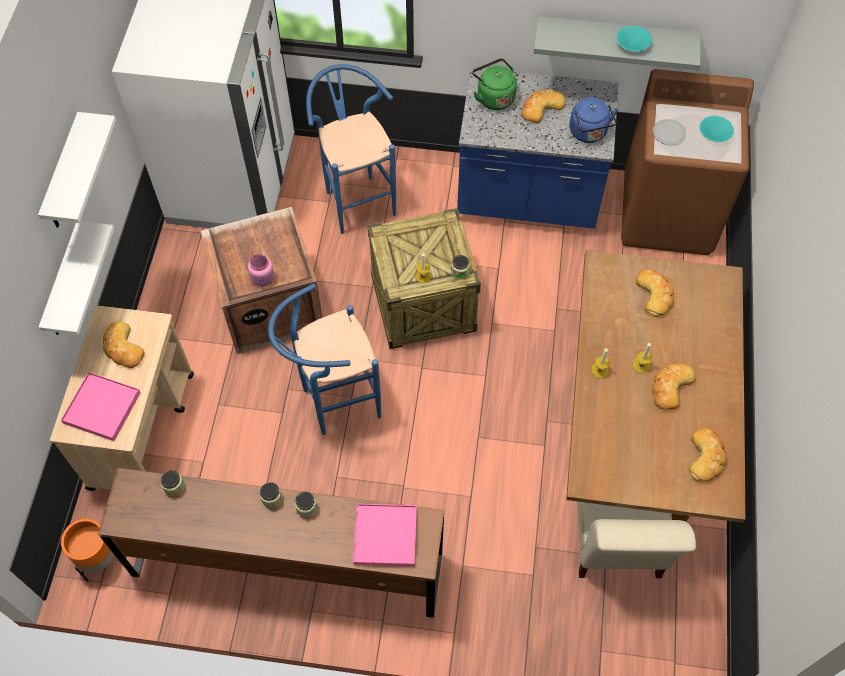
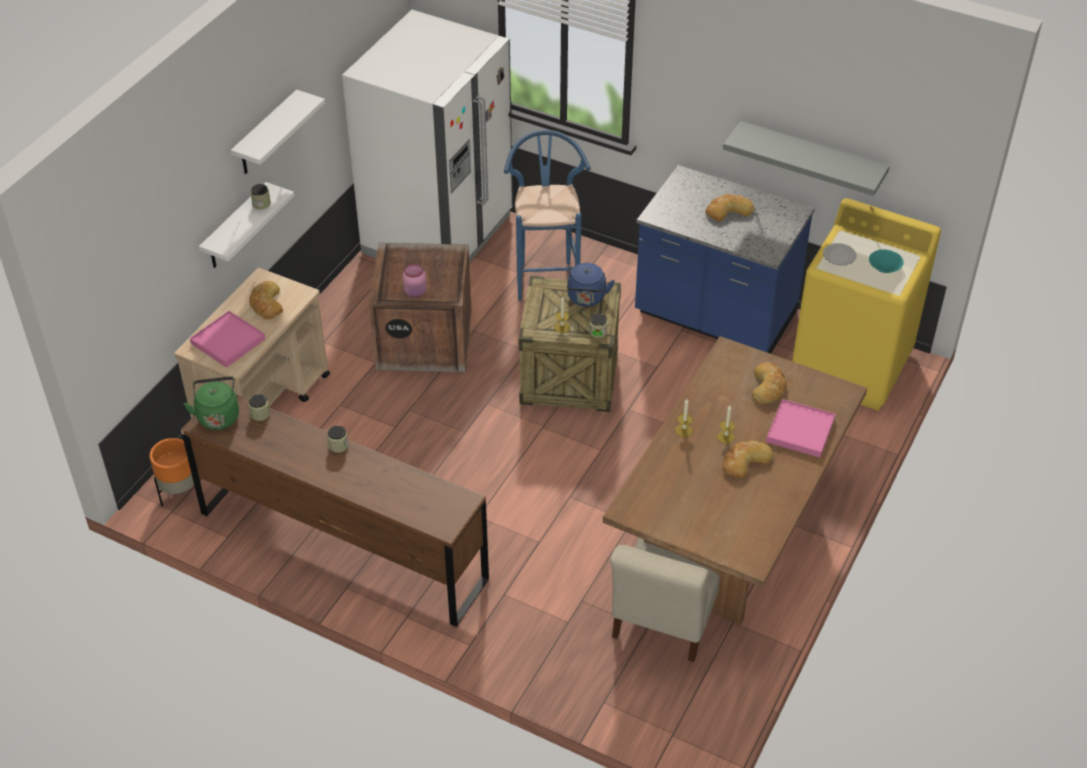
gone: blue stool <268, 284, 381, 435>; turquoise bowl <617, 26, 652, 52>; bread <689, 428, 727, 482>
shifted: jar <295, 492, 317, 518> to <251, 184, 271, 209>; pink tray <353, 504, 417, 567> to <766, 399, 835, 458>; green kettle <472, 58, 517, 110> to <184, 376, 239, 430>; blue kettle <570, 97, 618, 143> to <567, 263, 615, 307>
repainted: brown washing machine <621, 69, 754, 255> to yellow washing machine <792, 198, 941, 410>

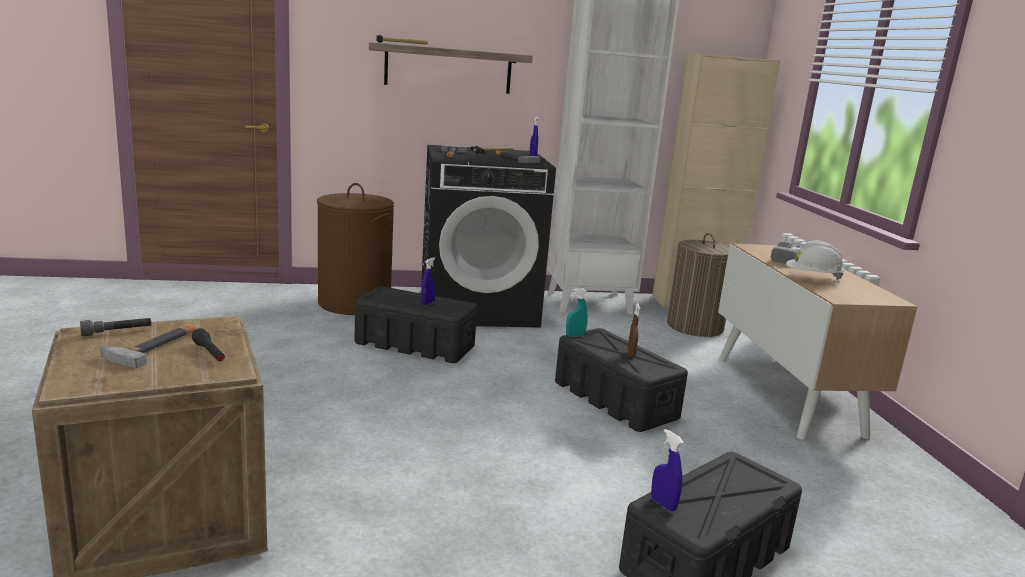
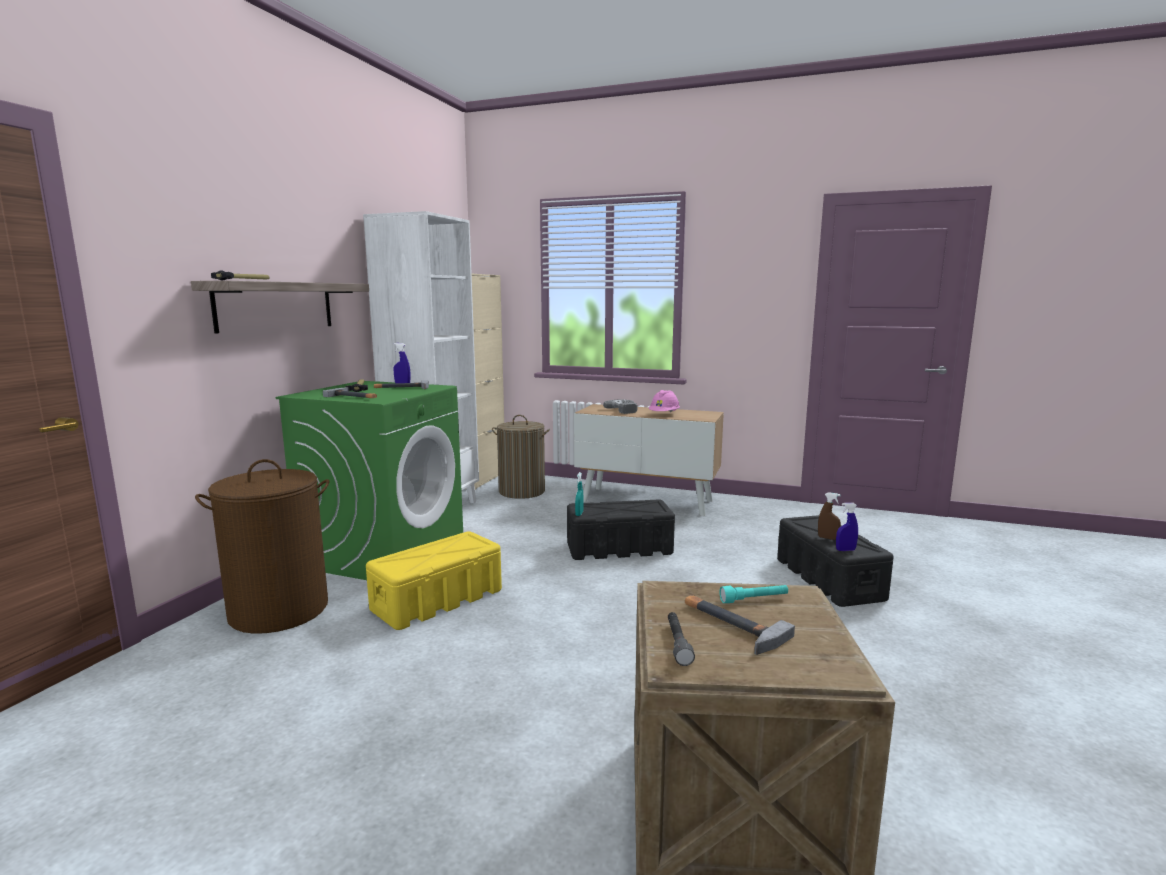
gone: blue spray bottle <421, 258, 436, 305>
shifted: brown spray bottle <628, 303, 640, 357> to <818, 492, 841, 540>
repainted: black flashlight <191, 328, 225, 361> to turquoise flashlight <720, 585, 788, 603>; black storage box <355, 286, 477, 363> to yellow storage box <366, 531, 502, 630>; black washing machine <421, 145, 556, 327> to green washing machine <276, 381, 463, 580>; white hard hat <786, 240, 845, 280> to pink hard hat <648, 390, 680, 412>

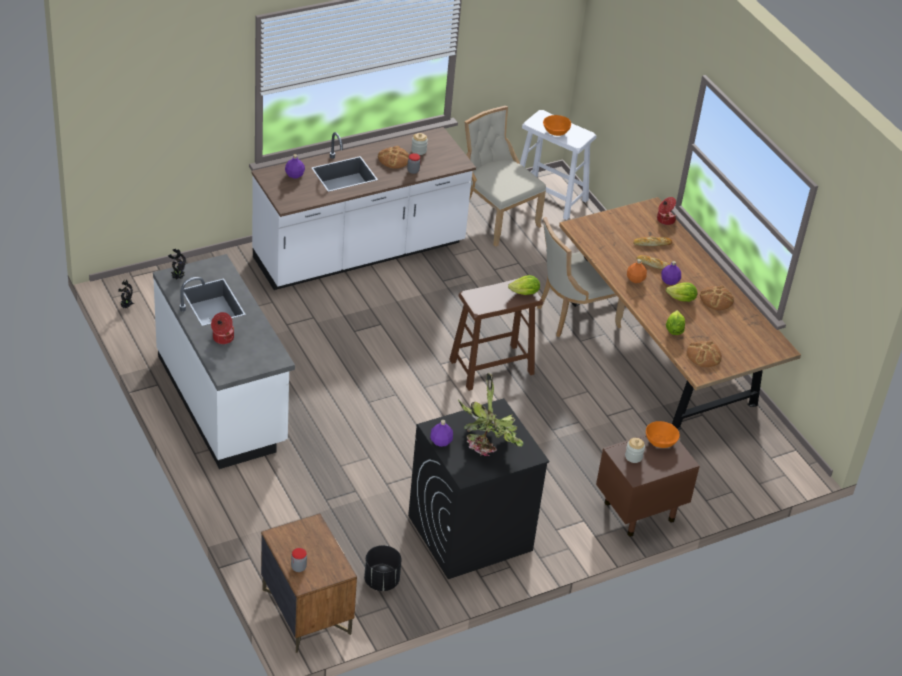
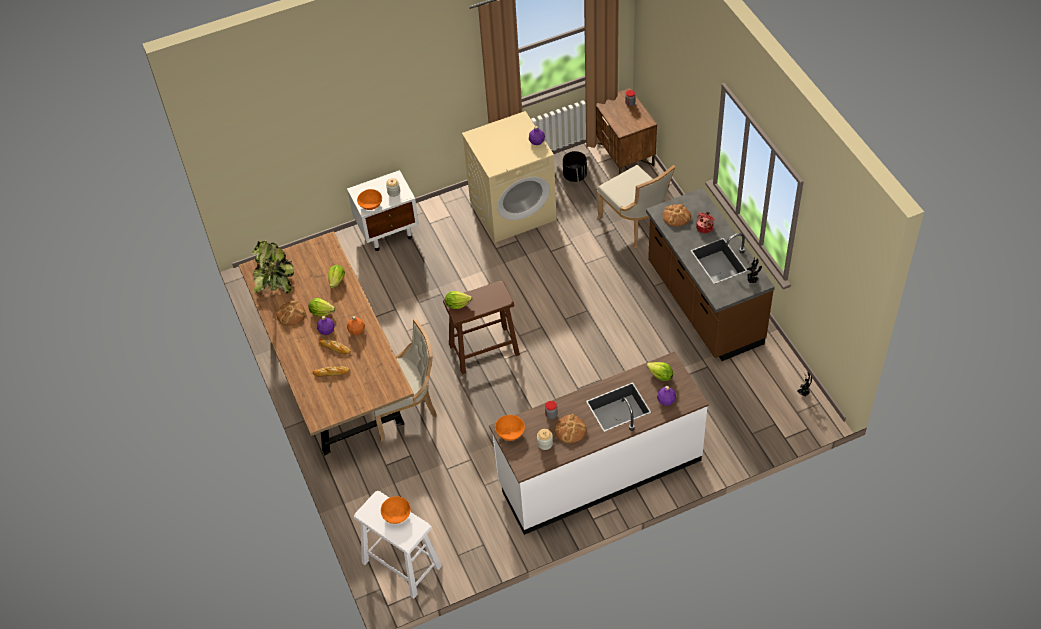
gone: cooking pot <657, 197, 676, 225>
new: orange bowl <495, 415, 525, 441>; lettuce <646, 362, 673, 381>
shifted: potted plant <458, 373, 524, 456> to <252, 240, 294, 294>; beige chair <465, 106, 546, 247> to <597, 165, 675, 248>; bread <687, 340, 722, 367> to <663, 204, 691, 226>
repainted: white counter <153, 254, 295, 469> to brown counter <646, 188, 775, 361>; black washing machine <408, 398, 549, 579> to beige washing machine <462, 111, 557, 243>; brown nightstand <596, 434, 700, 536> to white nightstand <347, 170, 419, 251>

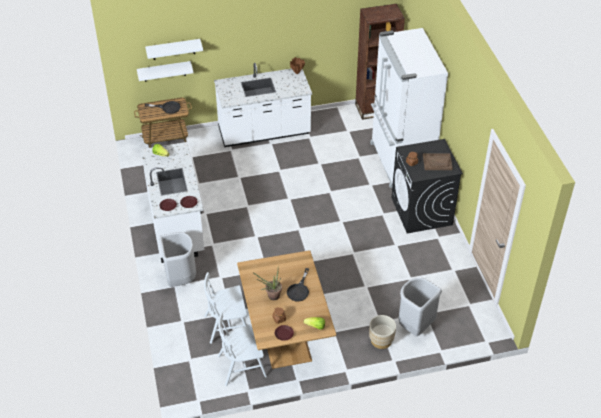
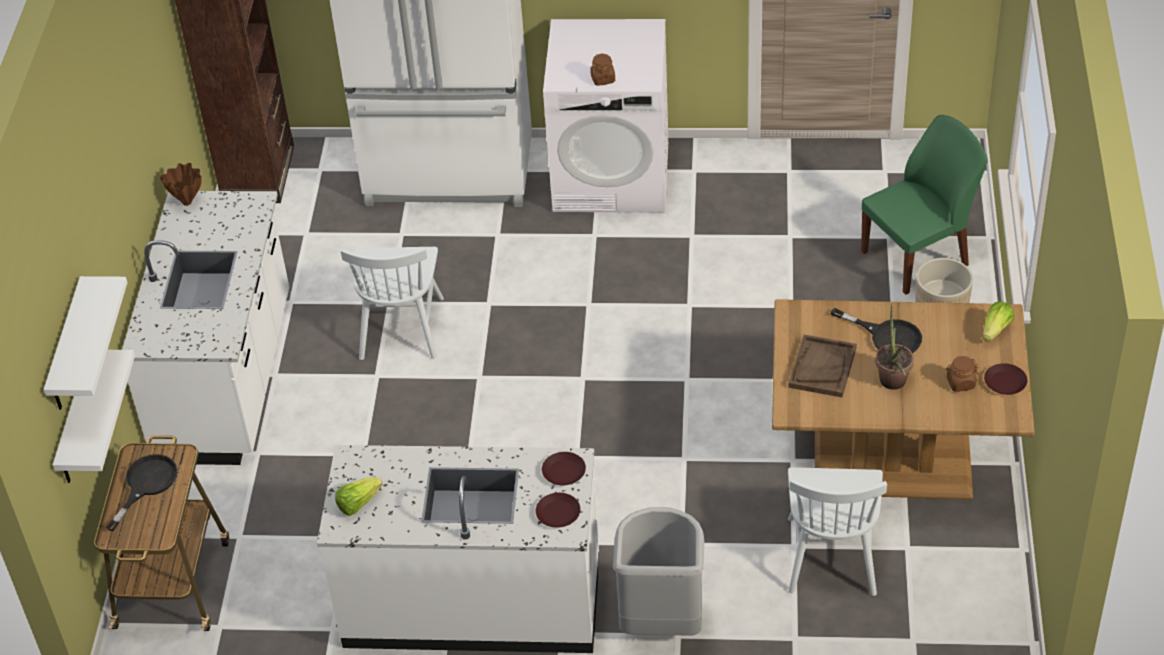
shifted: white chair <217, 313, 267, 386> to <341, 247, 444, 360>; brown tray <423, 153, 453, 170> to <788, 335, 857, 397>
swapped: grey trash can <399, 278, 442, 336> to green chair <861, 115, 988, 295>
repainted: black washing machine <391, 139, 463, 233> to white washing machine <543, 19, 668, 212>

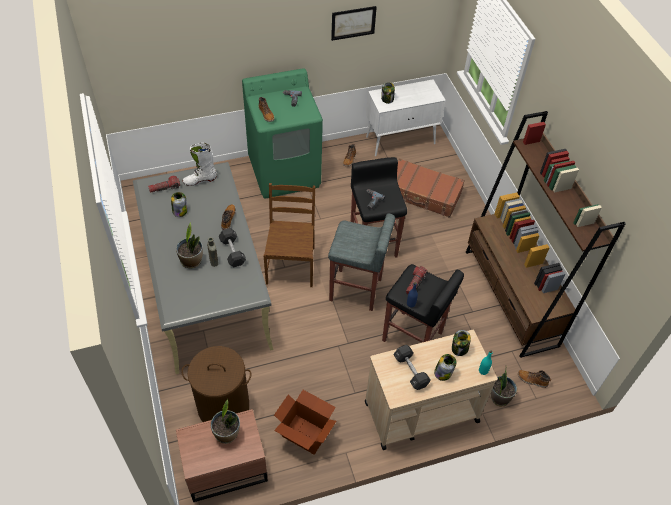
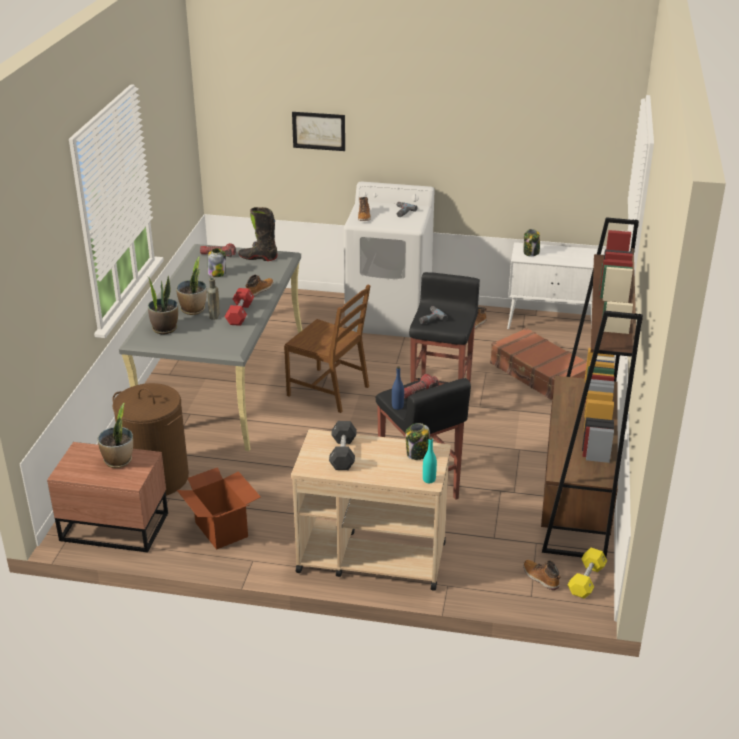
gone: grey stool <328, 214, 395, 311>; jar <434, 354, 457, 381>
new: yellow dumbbell <568, 548, 607, 599>
shifted: picture <331, 6, 377, 41> to <292, 112, 345, 151>; potted plant <490, 369, 517, 406> to <147, 276, 178, 335>
repainted: white boot <183, 143, 217, 186> to black boot <238, 207, 278, 261>; black dumbbell <219, 228, 246, 267> to red dumbbell <225, 288, 254, 326>; green washing machine <242, 68, 323, 199> to white washing machine <344, 181, 435, 337>
rotated: brown chair <264, 183, 315, 287> = <284, 285, 371, 413> 90 degrees clockwise

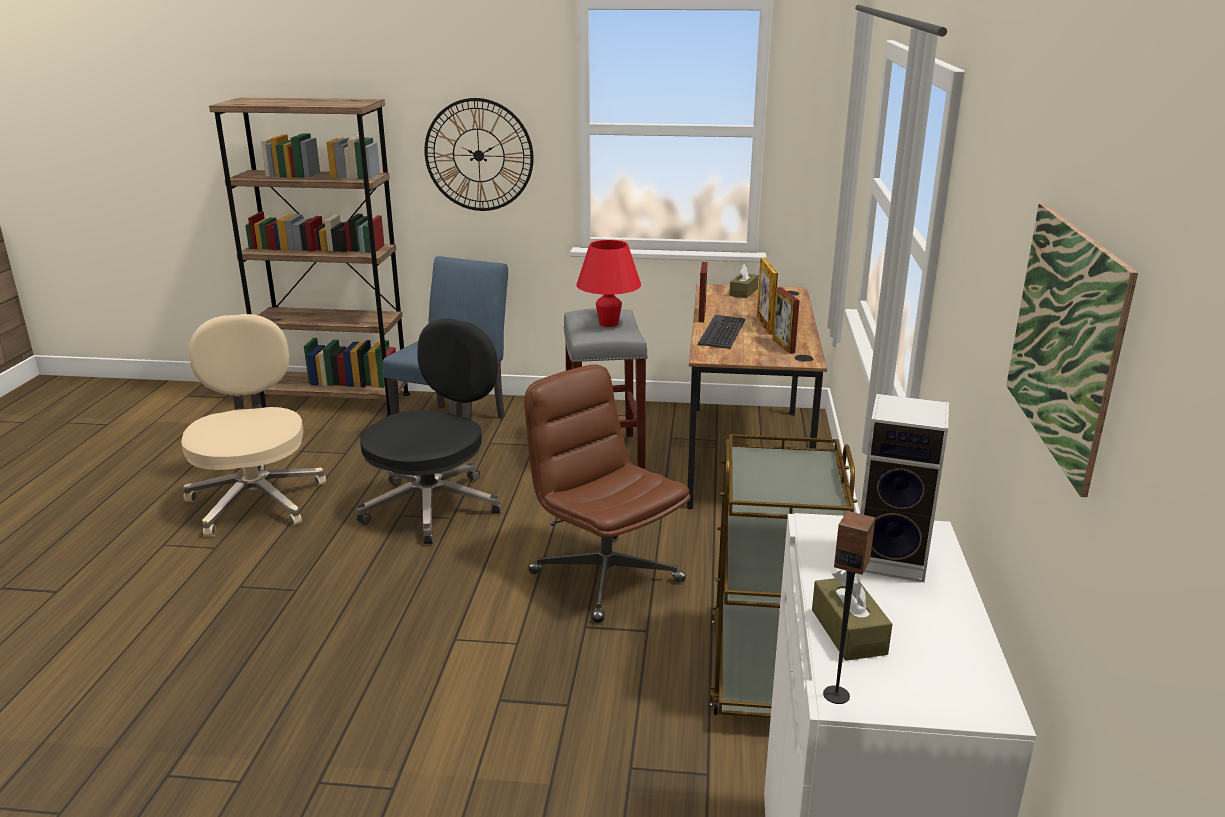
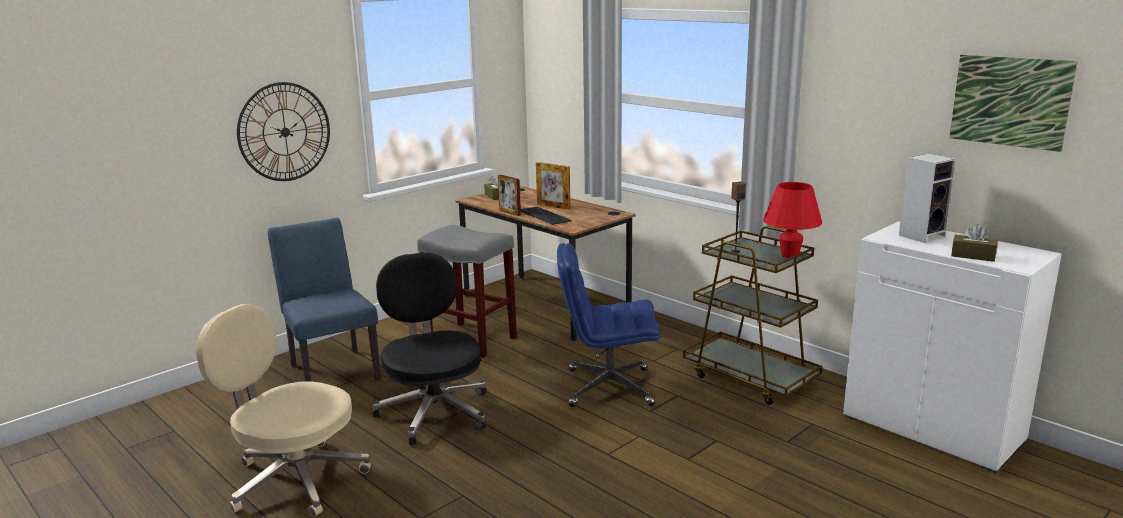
gone: brown bookcase <209, 97, 410, 417>; picture frame <772, 287, 800, 354>
shifted: red table lamp <576, 240, 641, 327> to <763, 182, 822, 258>; speaker <823, 511, 875, 704> to <731, 182, 746, 253>
repainted: brown office chair <524, 365, 690, 623> to blue office chair <557, 243, 660, 407>

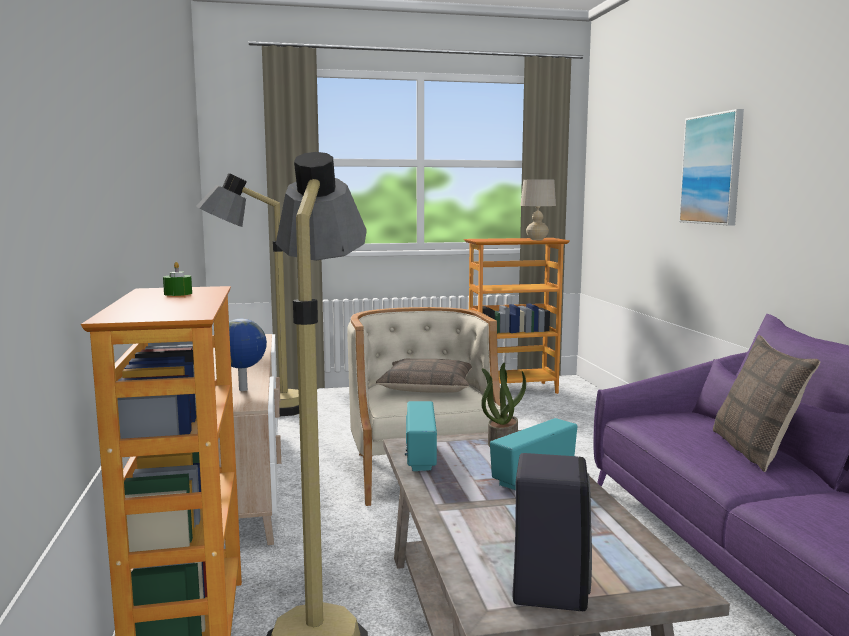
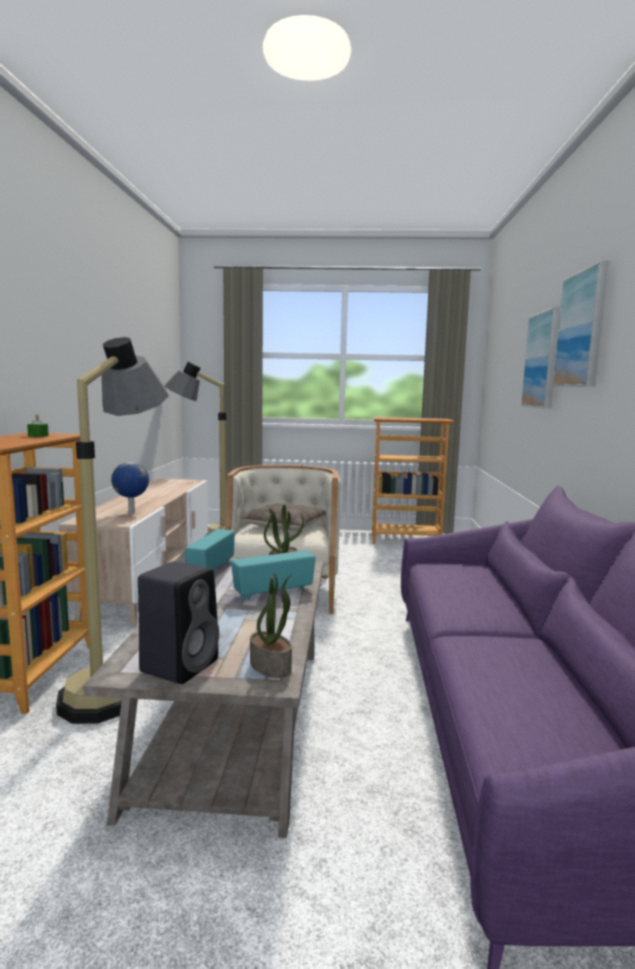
gone: beige table lamp <520, 179, 556, 240>; pillow <713, 335, 820, 472>
new: potted plant <250, 573, 292, 678>; picture <553, 261, 608, 387>

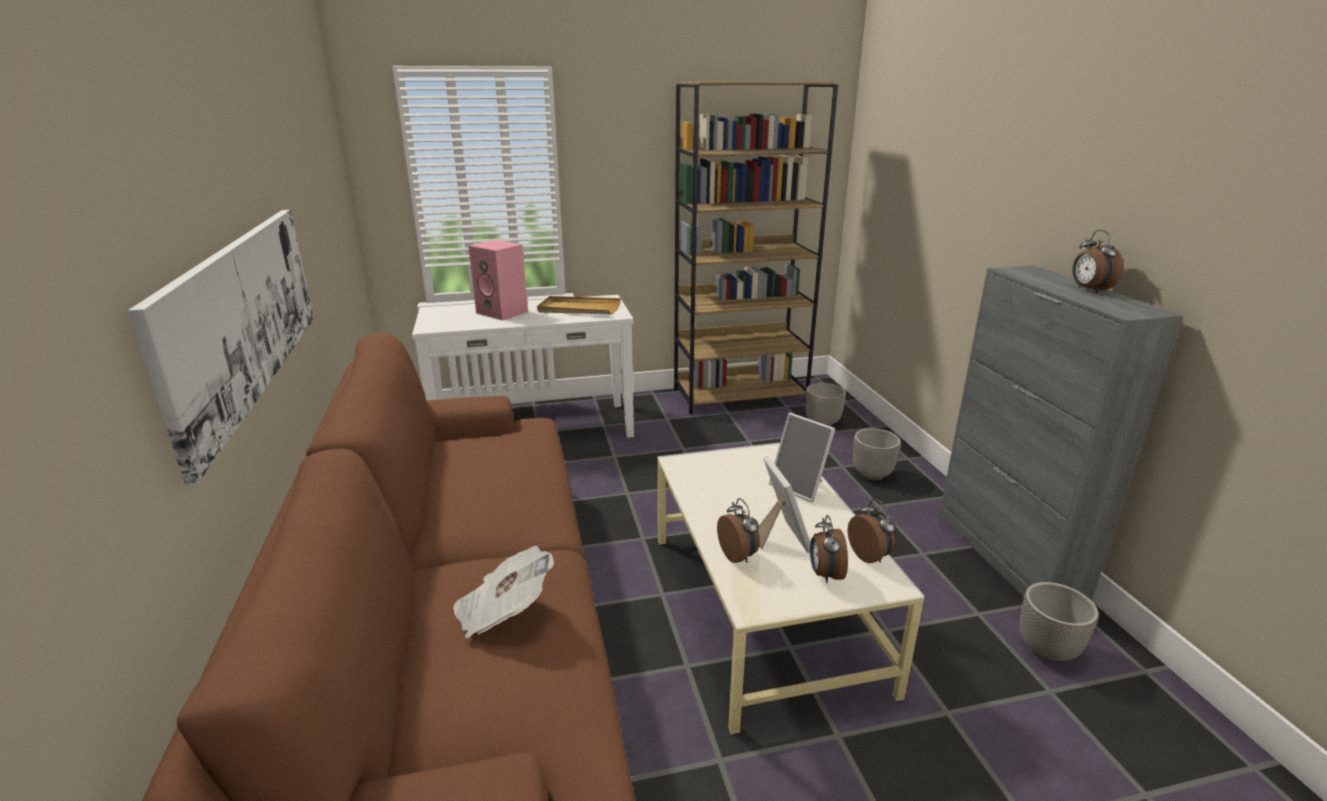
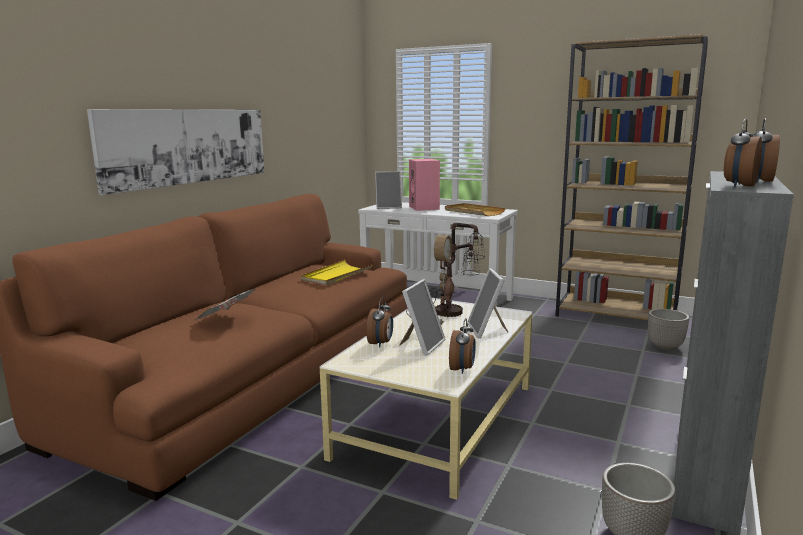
gone: planter <853, 428, 901, 480>
new: yellow tray <301, 260, 373, 286>; picture frame <375, 171, 402, 209>; table lamp <406, 222, 485, 325>
shifted: alarm clock <810, 515, 848, 583> to <724, 119, 762, 187>

